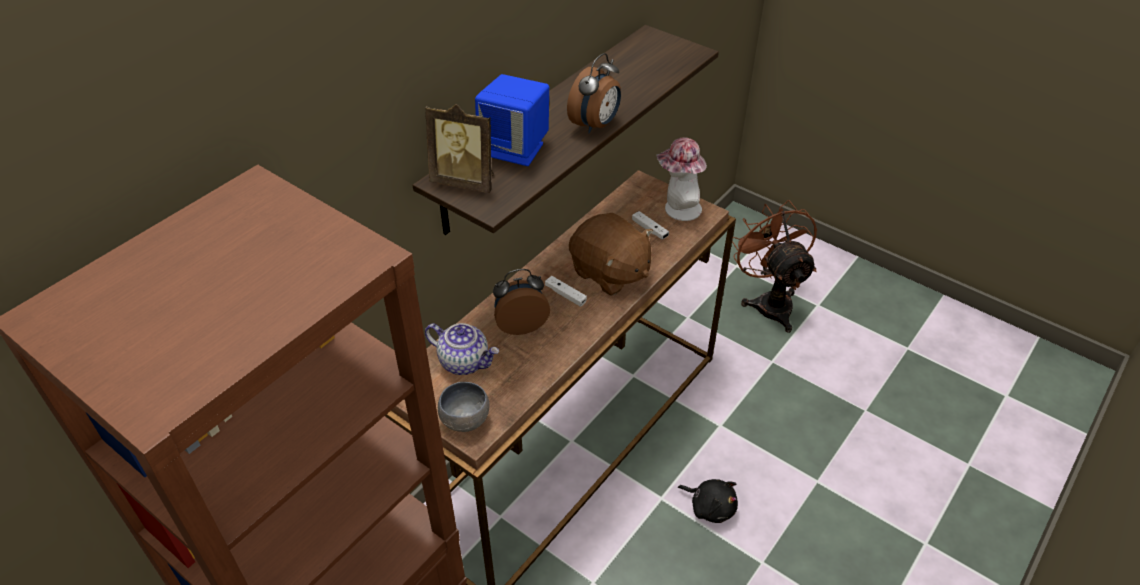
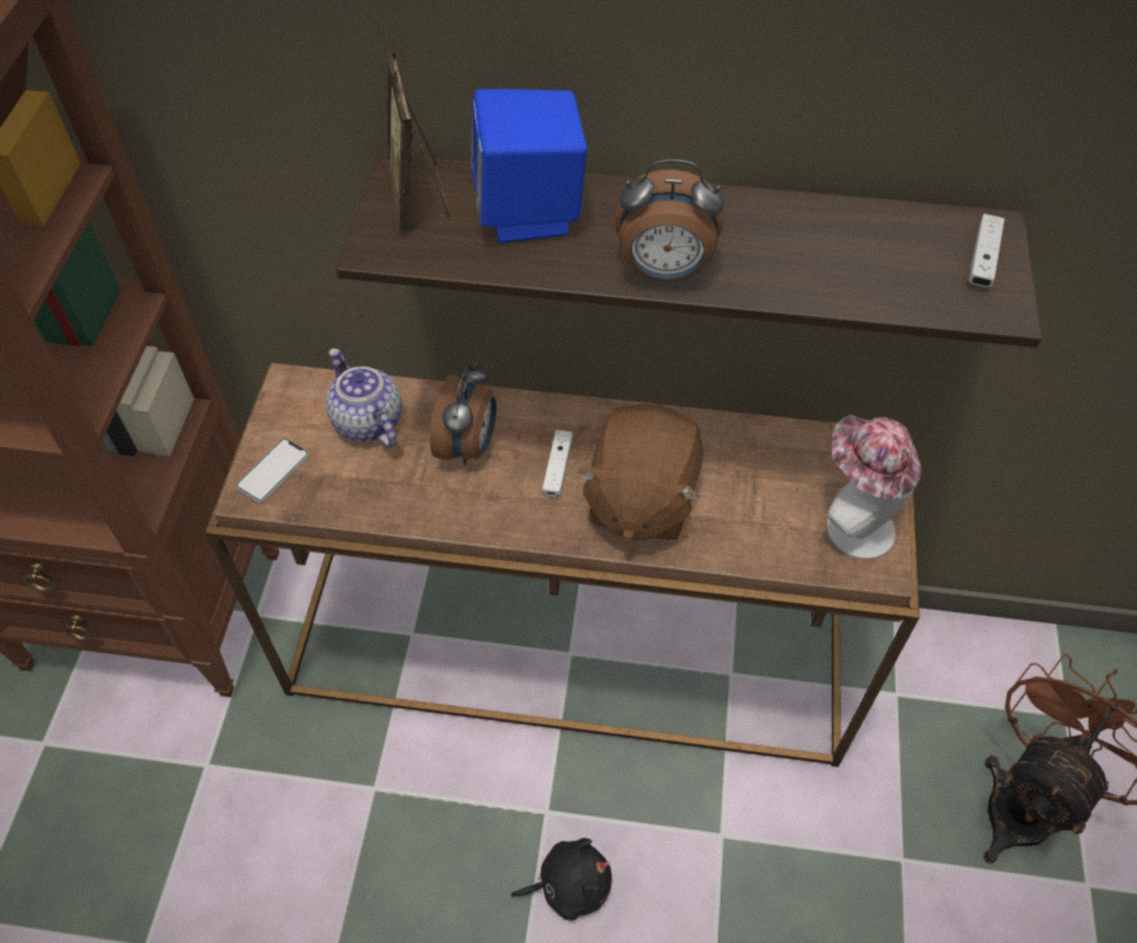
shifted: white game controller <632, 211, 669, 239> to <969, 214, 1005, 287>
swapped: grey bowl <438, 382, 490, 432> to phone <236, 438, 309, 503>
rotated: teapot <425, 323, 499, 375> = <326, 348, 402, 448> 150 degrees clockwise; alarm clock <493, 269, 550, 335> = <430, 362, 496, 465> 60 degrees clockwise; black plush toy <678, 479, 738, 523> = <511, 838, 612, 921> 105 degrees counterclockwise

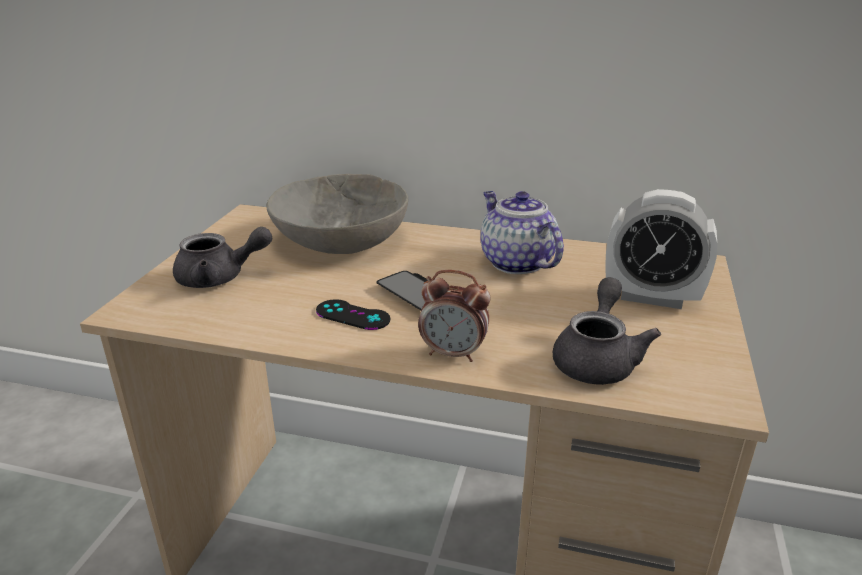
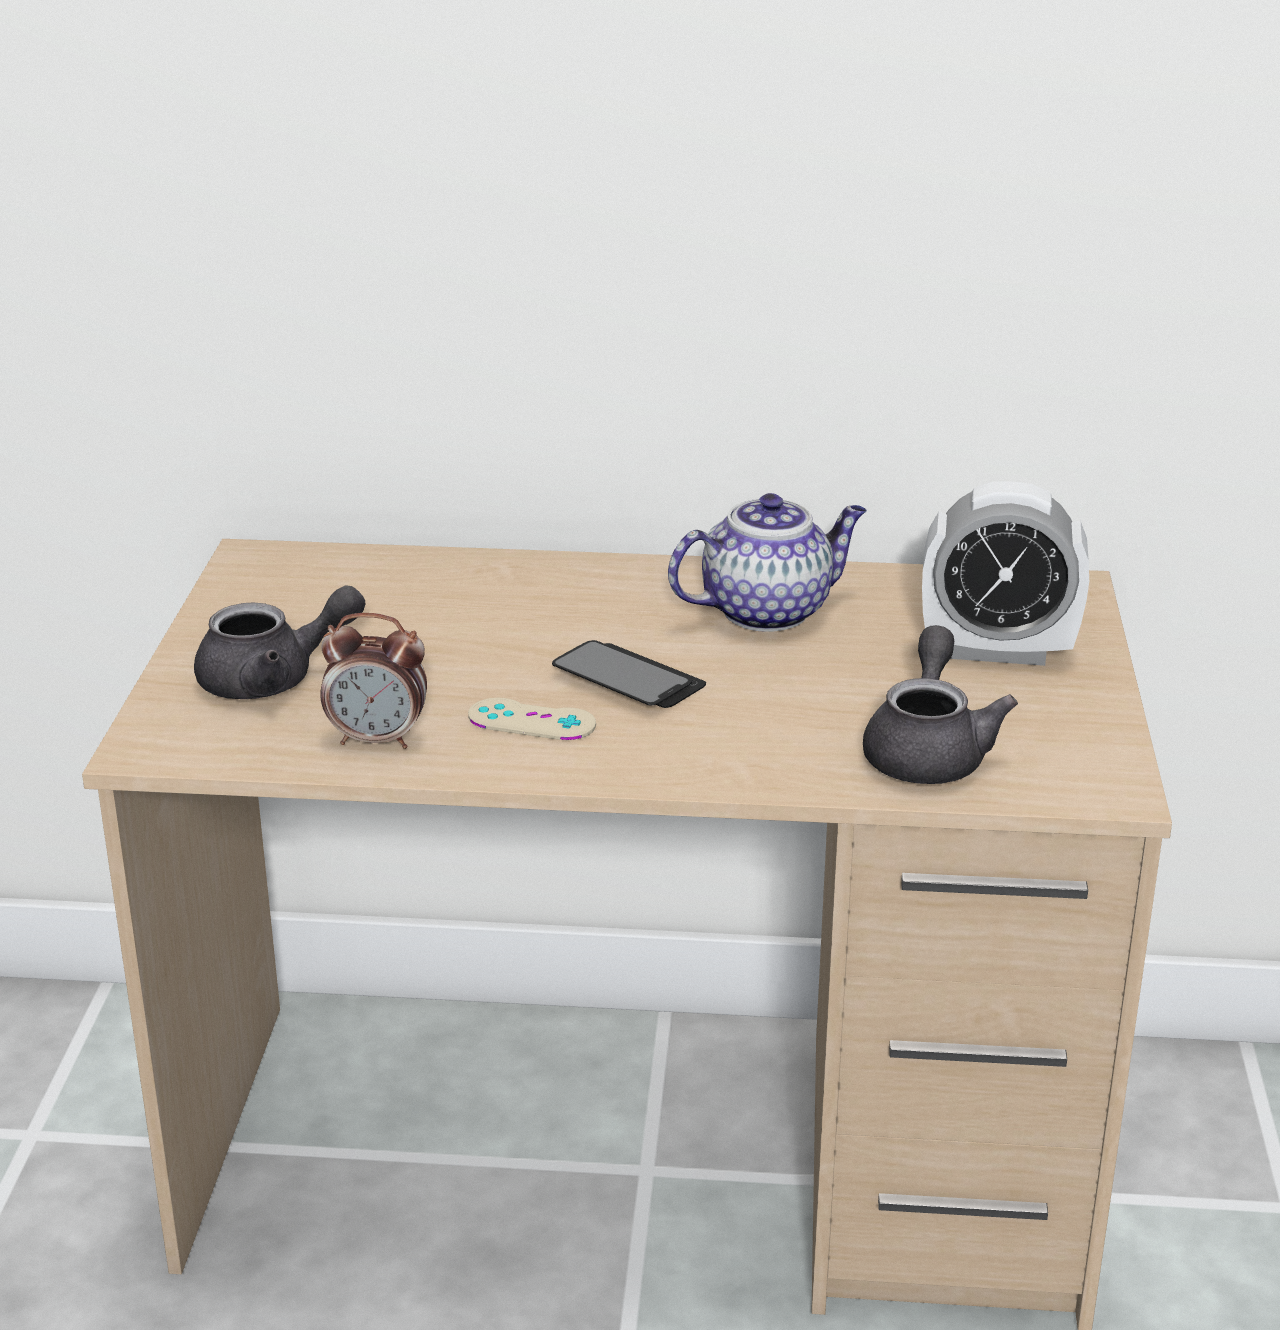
gone: grey bowl <266, 174, 409, 254>
shifted: alarm clock <418, 270, 491, 362> to <320, 613, 427, 749>
repainted: black game controller <316, 299, 390, 330> to beige game controller <468, 698, 596, 740>
rotated: teapot <480, 191, 564, 274> = <668, 493, 867, 632> 105 degrees clockwise

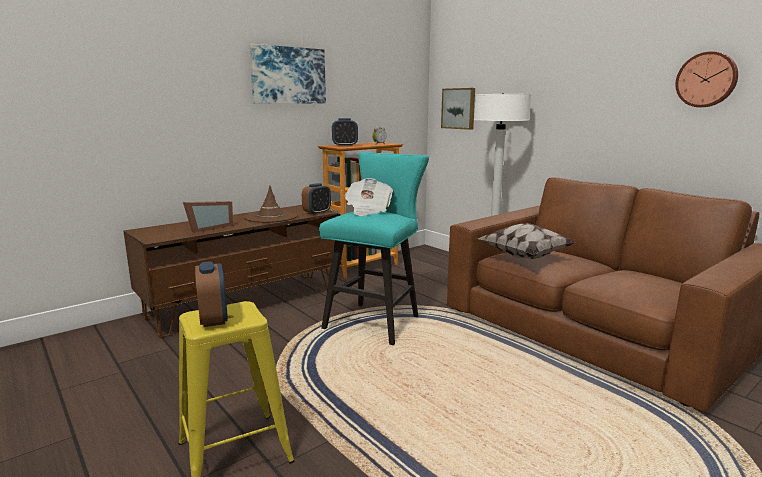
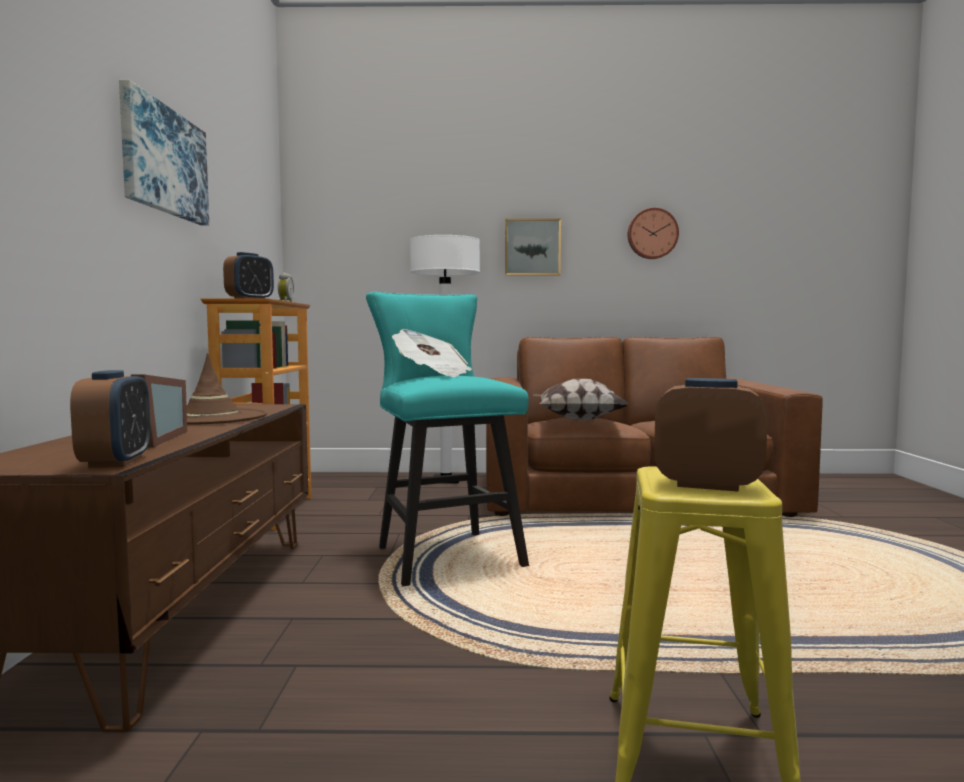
shifted: alarm clock <302, 183, 331, 215> to <70, 370, 151, 468>; picture <441, 88, 475, 130> to <505, 218, 561, 276>

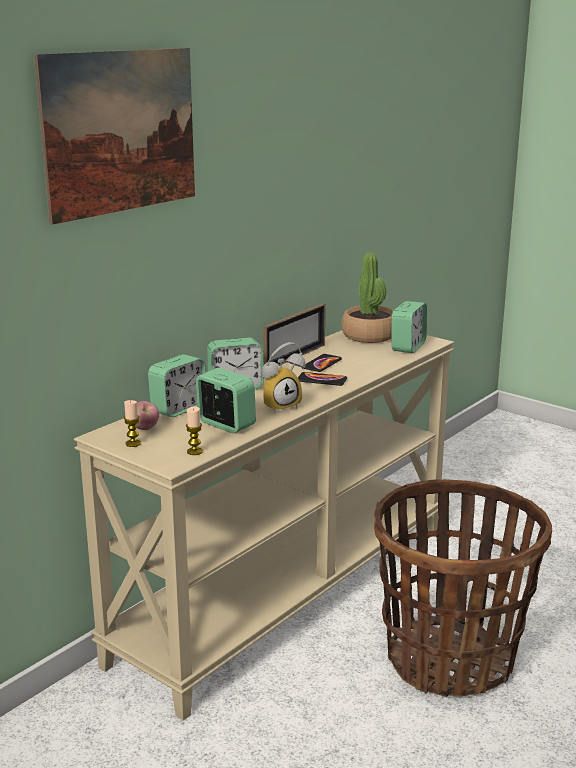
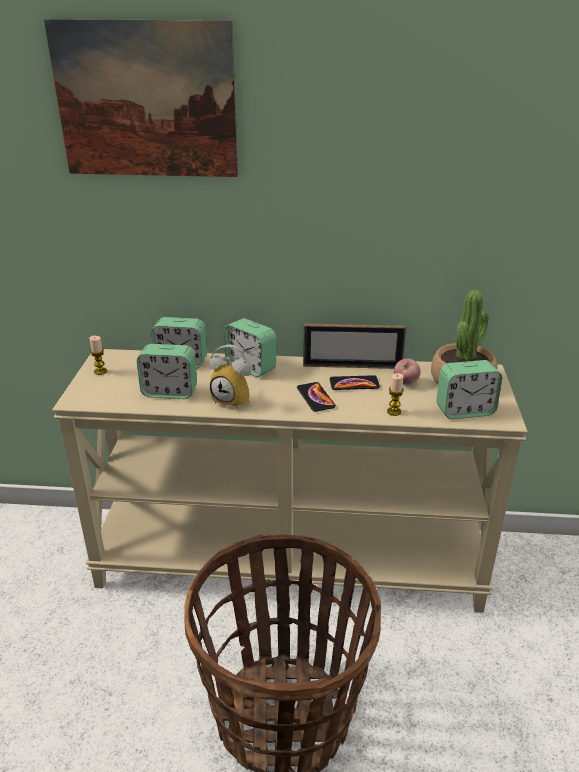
shifted: apple <135, 401, 159, 430> to <394, 358, 421, 385>; candle <186, 407, 203, 455> to <387, 373, 404, 416>
rotated: alarm clock <196, 368, 256, 433> = <137, 344, 197, 399> 90 degrees clockwise

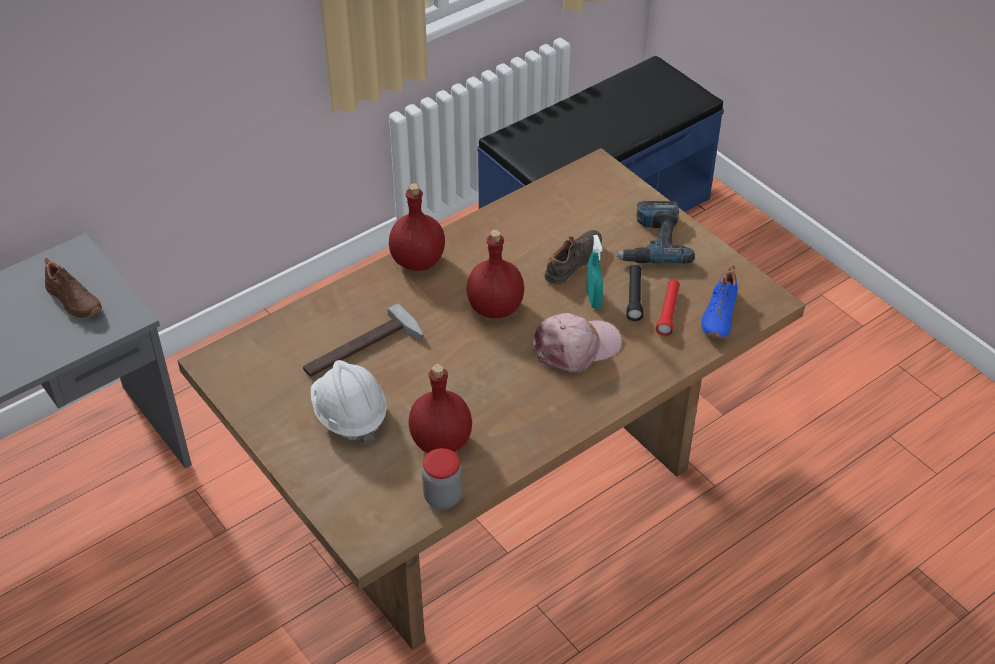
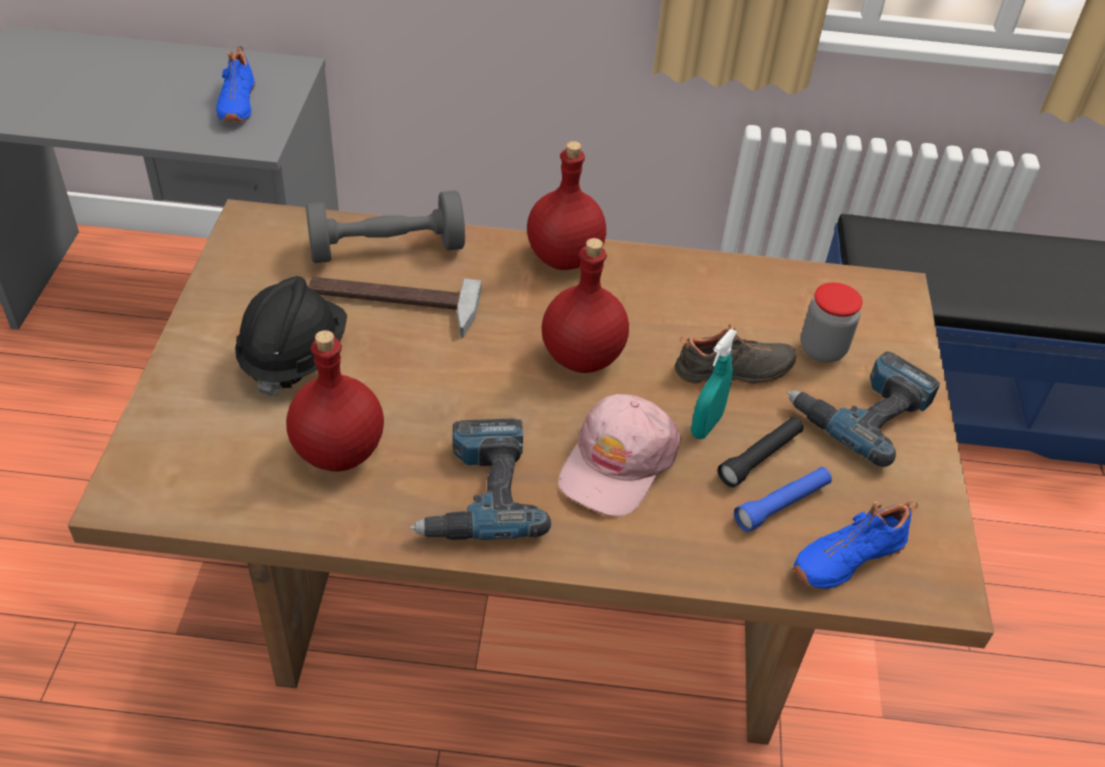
new: grey dumbbell <305, 191, 465, 263>; power drill <410, 419, 551, 540>
shifted: jar <422, 448, 462, 509> to <801, 282, 863, 362>
repainted: brown shoe <44, 258, 102, 318> to blue shoe <216, 46, 255, 122>; white hard hat <311, 360, 387, 444> to black hard hat <235, 276, 347, 397>; red flashlight <656, 280, 680, 336> to blue flashlight <734, 467, 832, 532>
rotated: pink cap <532, 313, 622, 372> = <558, 394, 681, 517> 105 degrees clockwise

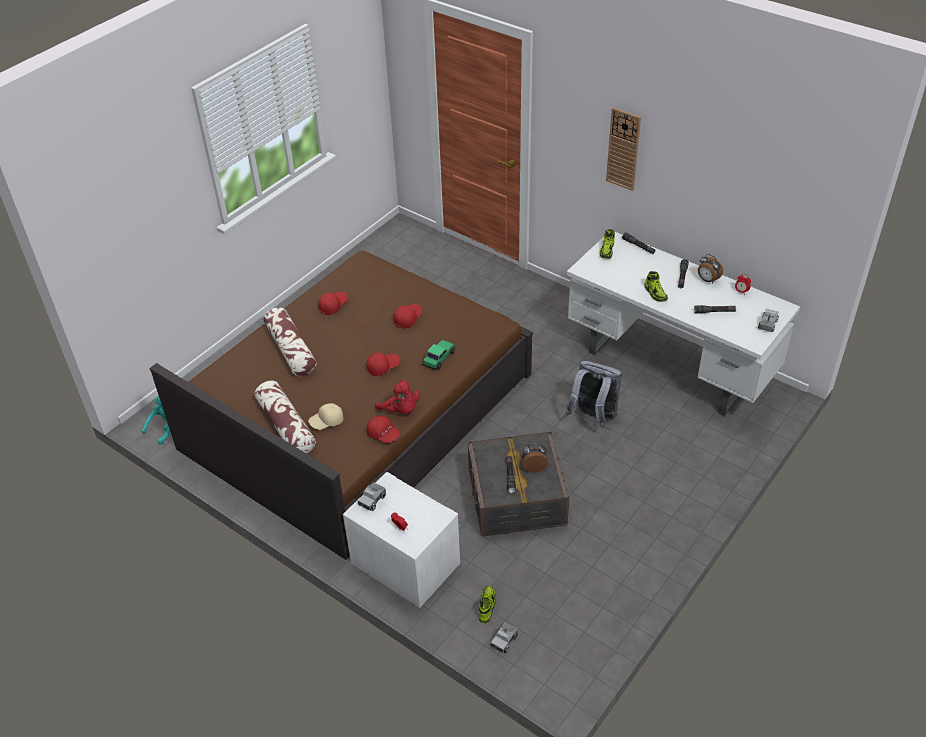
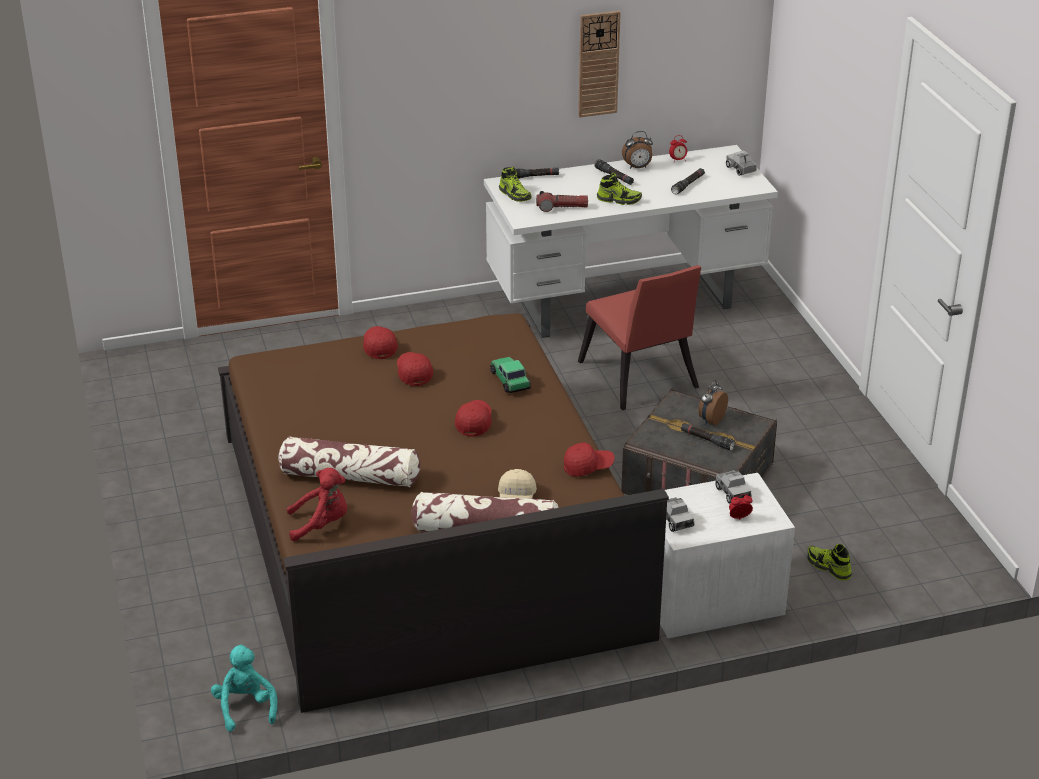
new: flashlight <536, 191, 588, 212>
shifted: red cap <318, 292, 348, 315> to <363, 326, 398, 359>; red plush toy <375, 379, 420, 414> to <287, 468, 347, 541>; toy truck <490, 622, 518, 653> to <715, 470, 751, 504>; wall clock <606, 107, 641, 191> to <578, 11, 621, 118>
swapped: grey backpack <566, 361, 622, 428> to red chair <578, 265, 701, 410>

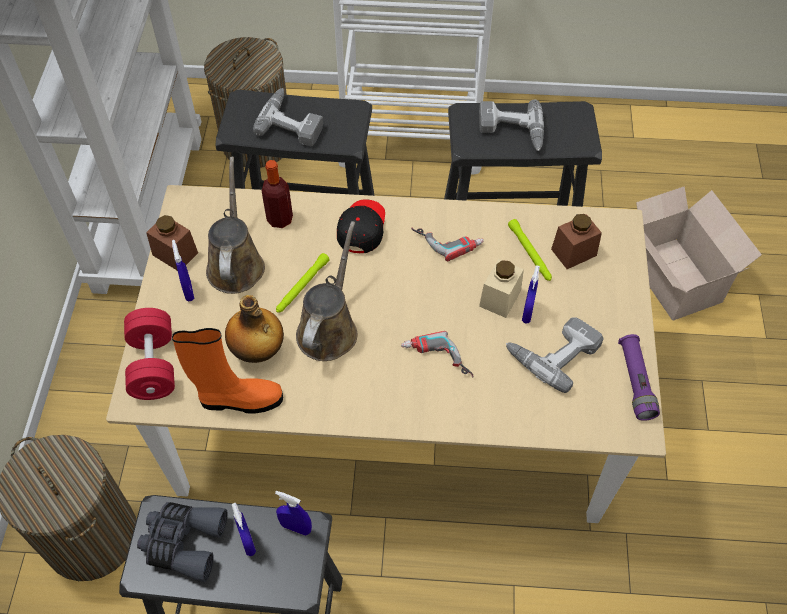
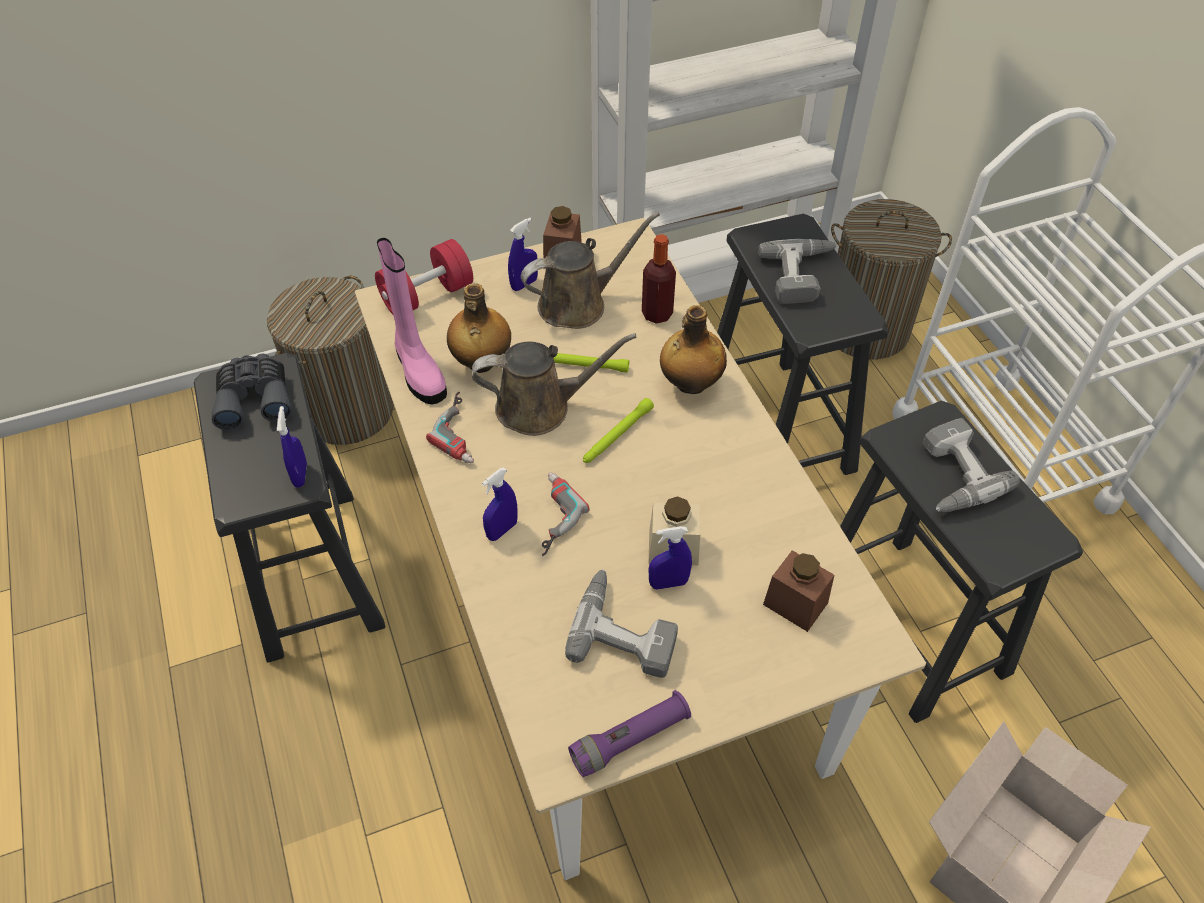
shifted: blue spray bottle <232, 503, 256, 556> to <482, 467, 518, 541>; power drill <411, 228, 484, 261> to <426, 392, 474, 463>; green flashlight <508, 219, 552, 281> to <583, 398, 654, 463>
swapped: black cap <337, 199, 385, 253> to bottle <660, 305, 727, 394>
repainted: orange boot <172, 328, 283, 414> to pink boot <377, 238, 447, 405>

